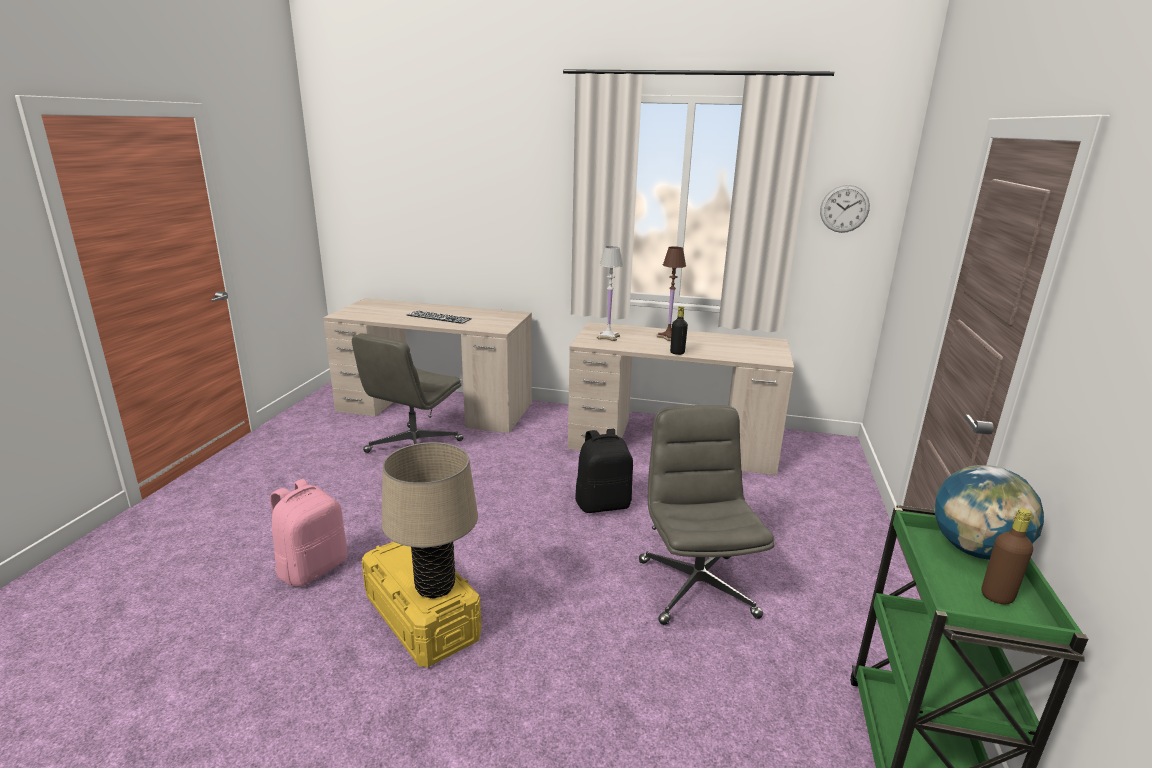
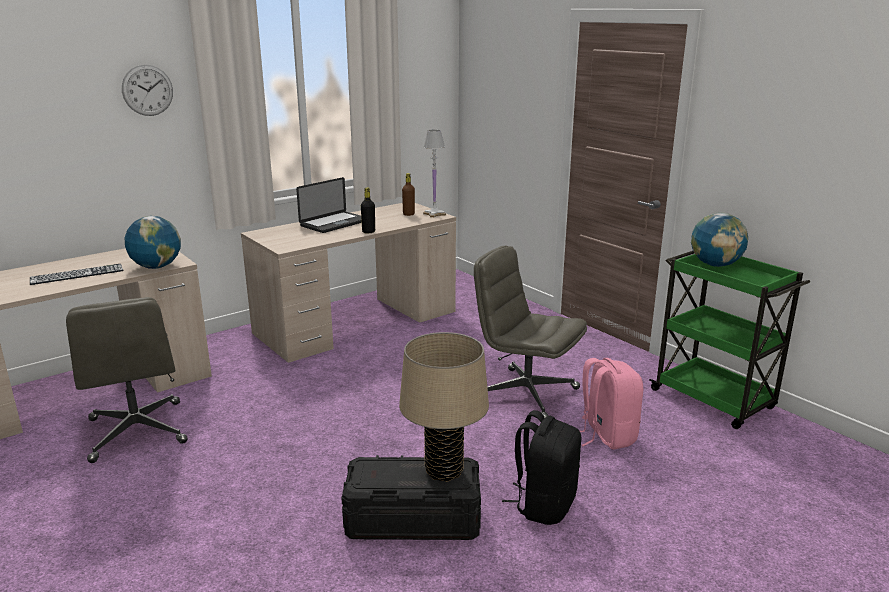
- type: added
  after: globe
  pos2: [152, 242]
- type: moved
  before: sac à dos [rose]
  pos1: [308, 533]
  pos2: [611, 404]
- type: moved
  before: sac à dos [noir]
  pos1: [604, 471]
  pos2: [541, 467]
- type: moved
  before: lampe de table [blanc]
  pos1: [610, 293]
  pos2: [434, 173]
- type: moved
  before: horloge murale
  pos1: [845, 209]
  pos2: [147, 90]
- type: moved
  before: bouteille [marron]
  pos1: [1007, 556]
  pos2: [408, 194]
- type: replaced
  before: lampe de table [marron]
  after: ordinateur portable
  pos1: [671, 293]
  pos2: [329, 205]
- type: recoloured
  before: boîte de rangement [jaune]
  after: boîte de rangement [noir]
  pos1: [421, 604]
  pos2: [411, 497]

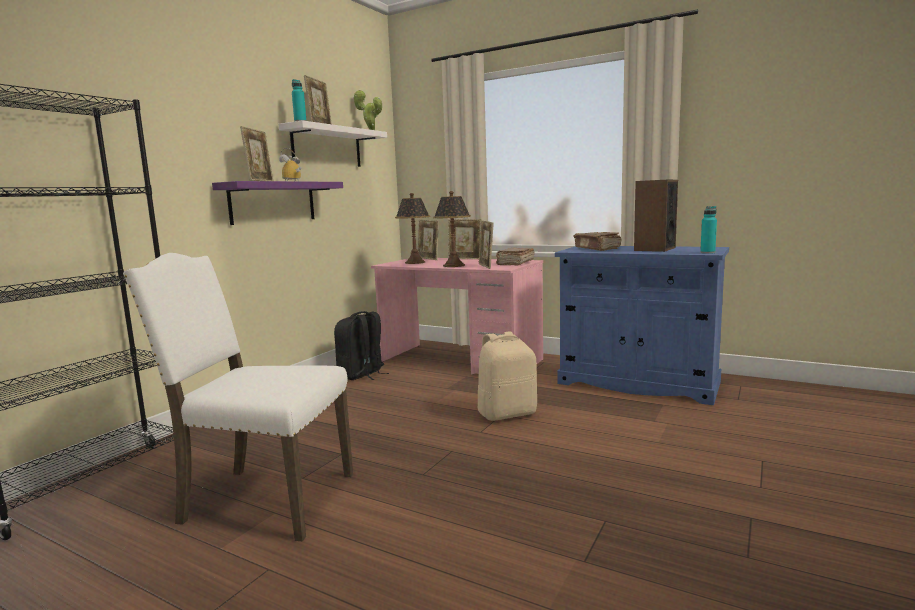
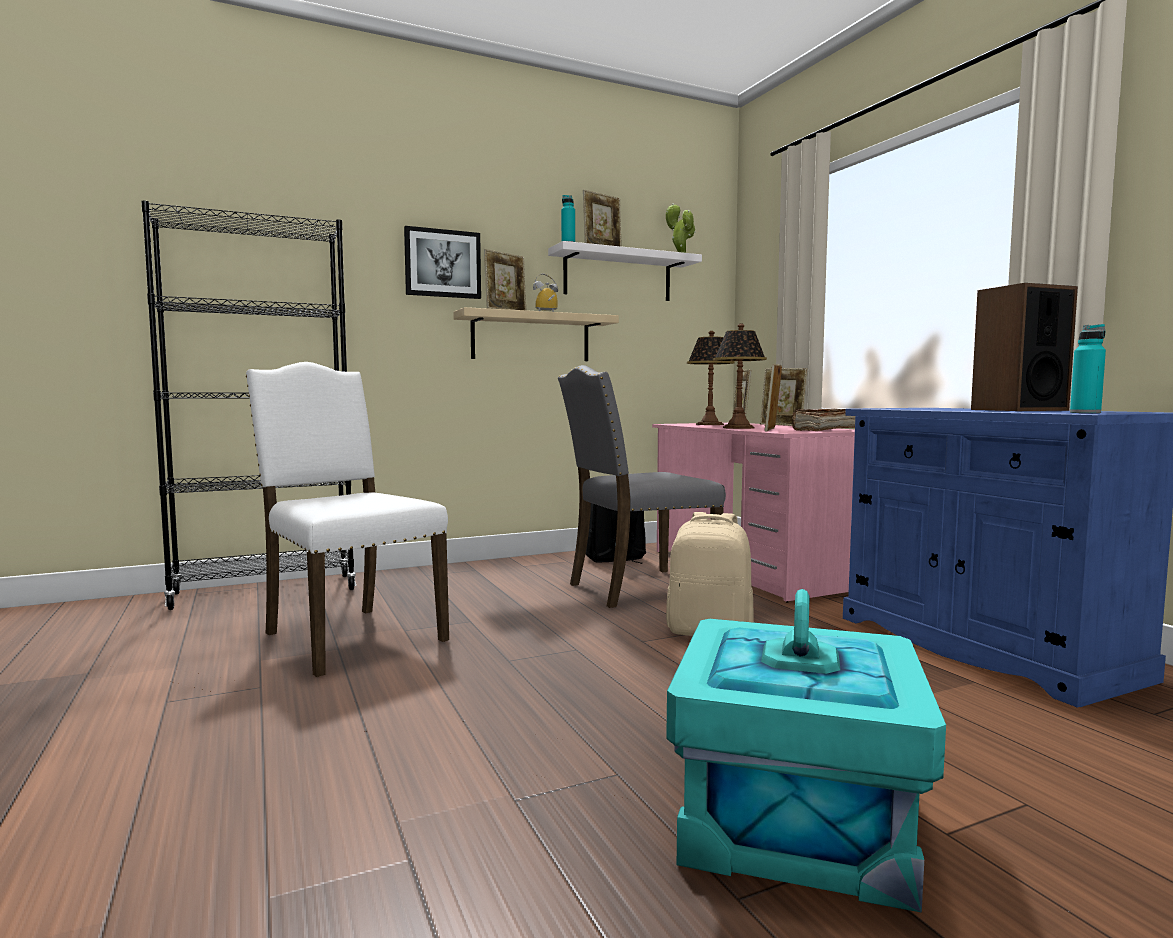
- type: removed
  before: livre [marron]
  pos1: [597, 241]
- type: added
  after: tableau
  pos2: [442, 262]
- type: added
  after: chaise [gris]
  pos2: [642, 486]
- type: added
  after: boîte de rangement [turquoise]
  pos2: [806, 751]
- type: recoloured
  before: étagère [violet]
  after: étagère [beige]
  pos1: [277, 203]
  pos2: [536, 334]

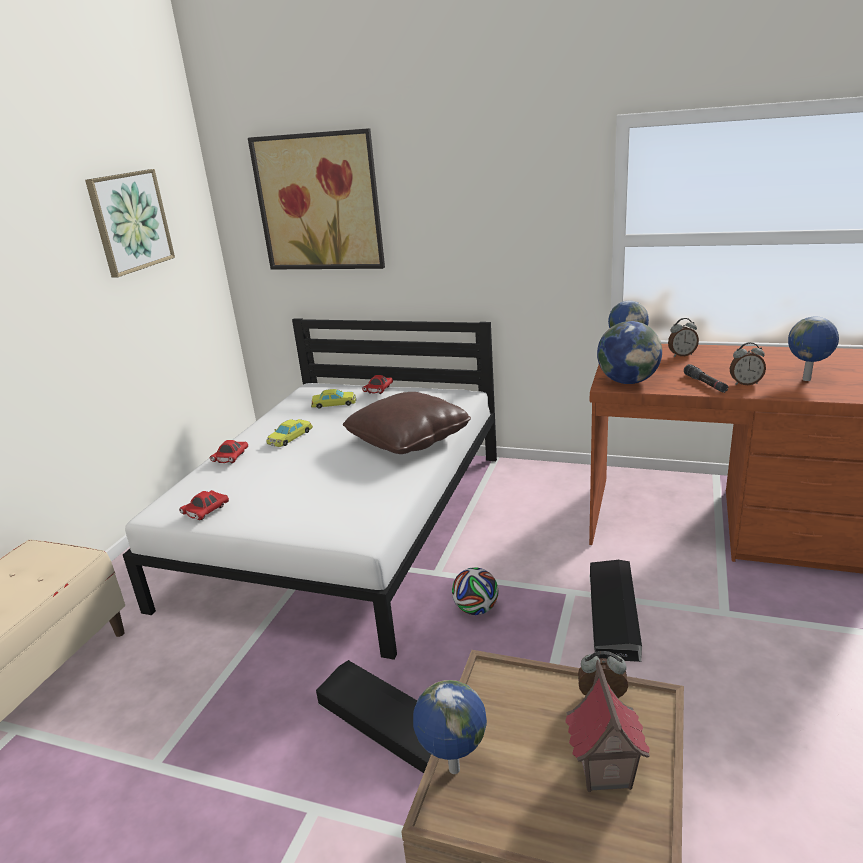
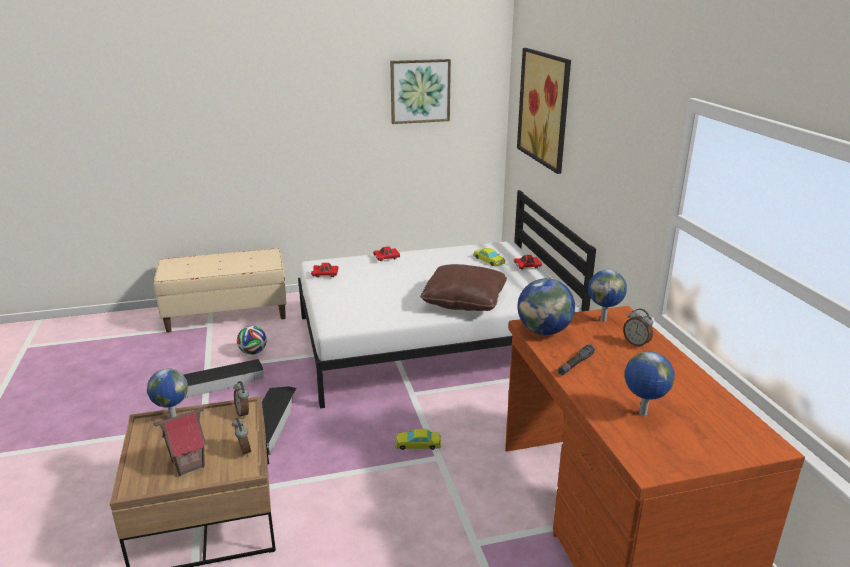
- type: moved
  before: petite voiture [jaune]
  pos1: [289, 433]
  pos2: [418, 439]
- type: moved
  before: ballon de foot
  pos1: [475, 591]
  pos2: [252, 340]
- type: moved
  before: boîte de rangement [noir]
  pos1: [615, 611]
  pos2: [224, 378]
- type: moved
  before: réveil
  pos1: [748, 363]
  pos2: [241, 400]

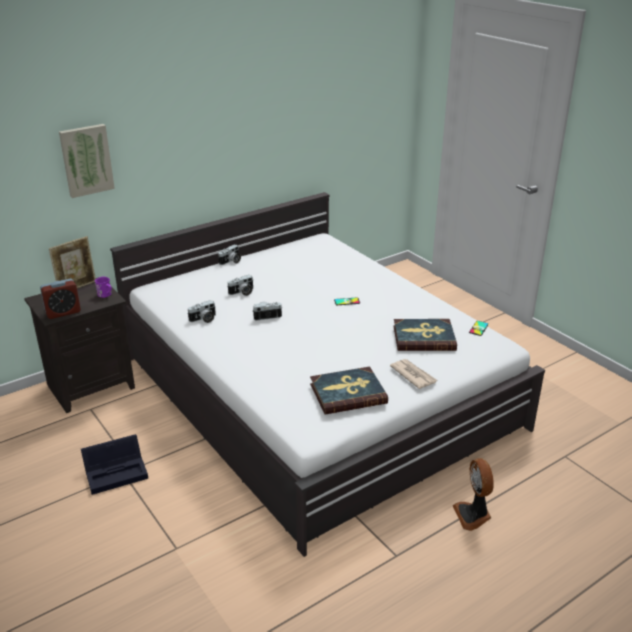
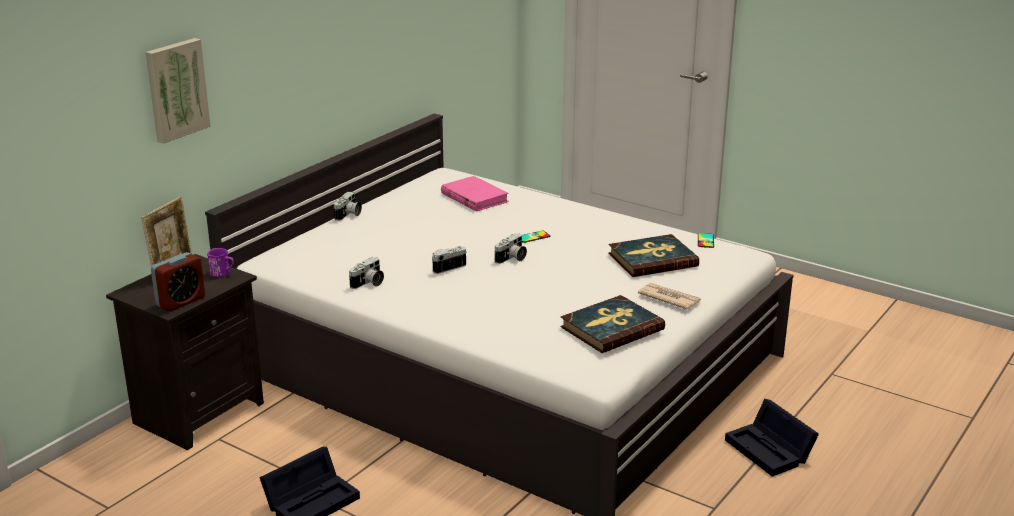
- type: added
  after: livre [rose]
  pos2: [475, 194]
- type: moved
  before: appareil photo
  pos1: [240, 285]
  pos2: [511, 248]
- type: replaced
  before: ventilateur
  after: boîte de rangement [noir]
  pos1: [473, 495]
  pos2: [772, 438]

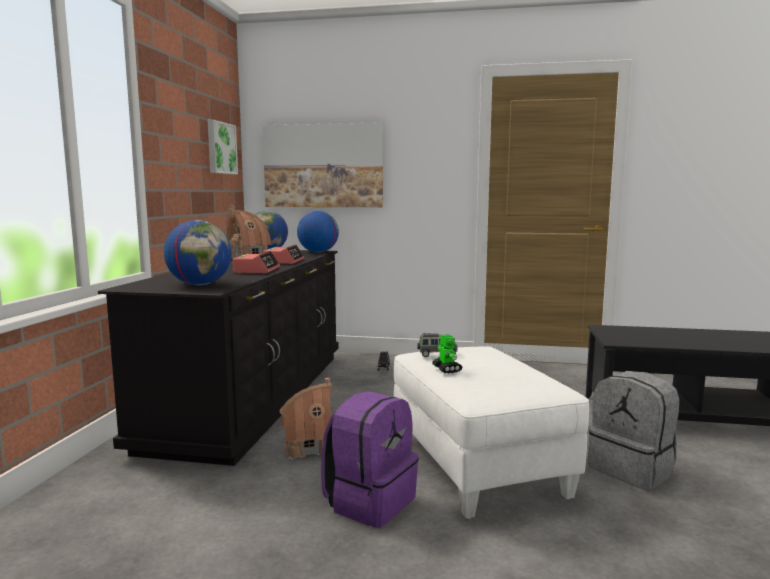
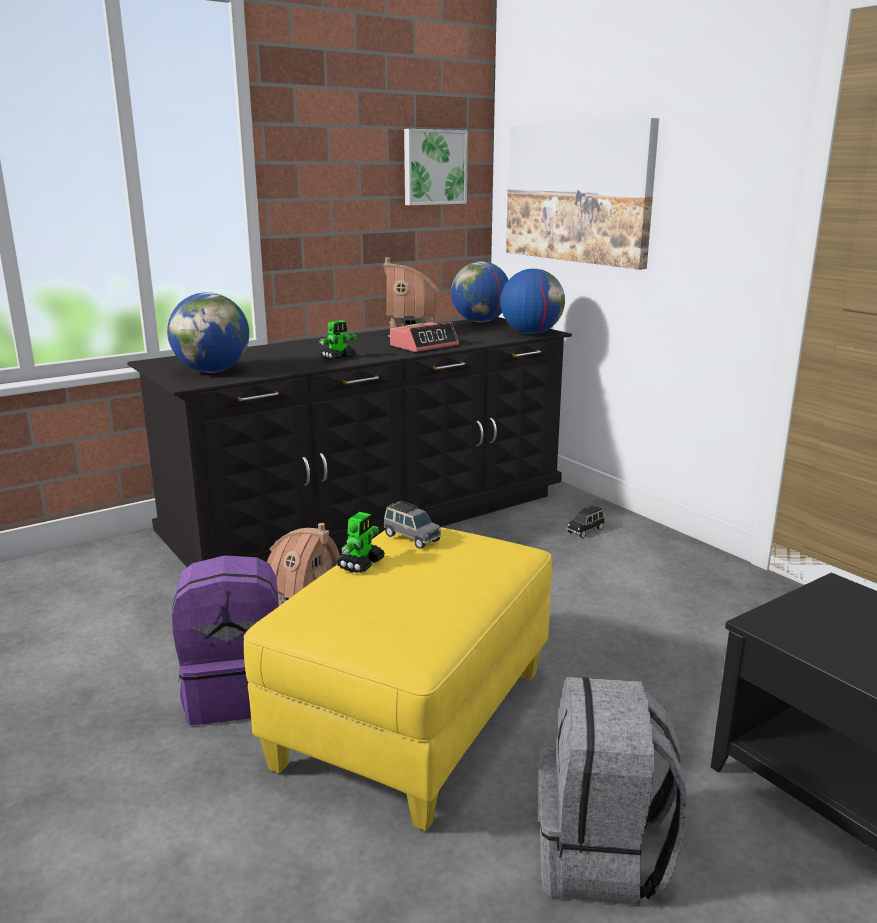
- type: replaced
  before: réveil
  after: robot jouet
  pos1: [256, 262]
  pos2: [338, 340]
- type: recoloured
  before: pouf [blanc]
  after: pouf [jaune]
  pos1: [491, 432]
  pos2: [398, 679]

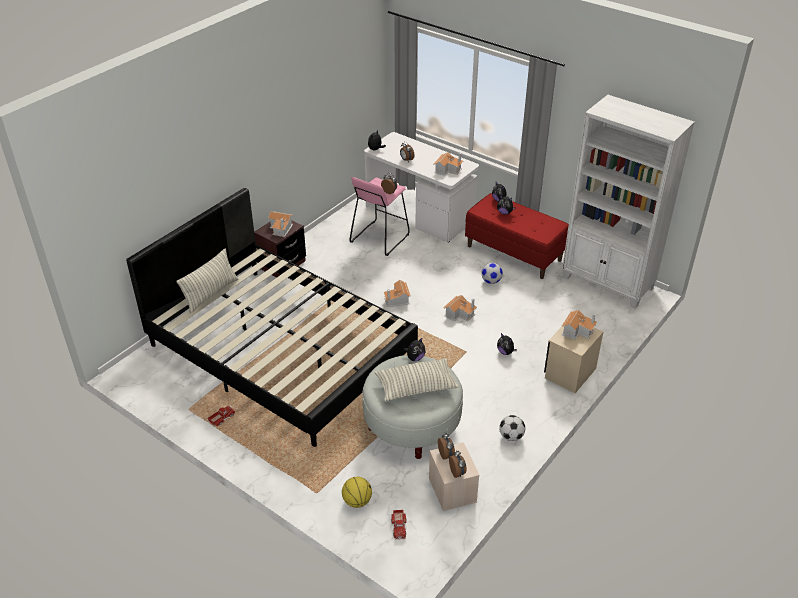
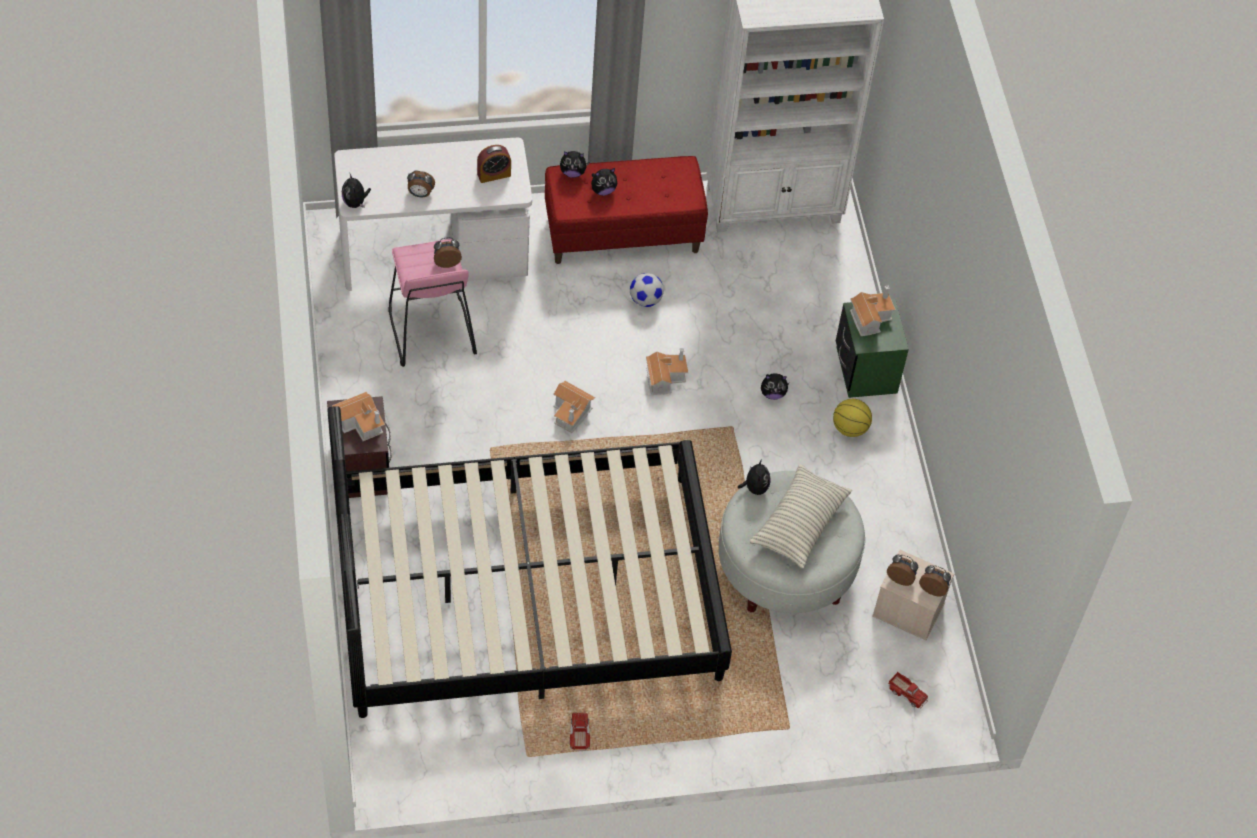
- type: removed
  before: coussin
  pos1: [207, 281]
- type: removed
  before: ballon de foot
  pos1: [512, 428]
- type: moved
  before: ballon de basket
  pos1: [357, 492]
  pos2: [852, 418]
- type: replaced
  before: maison miniature
  after: réveil
  pos1: [448, 164]
  pos2: [494, 164]
- type: recoloured
  before: table de chevet [beige]
  after: table de chevet [vert]
  pos1: [573, 359]
  pos2: [872, 348]

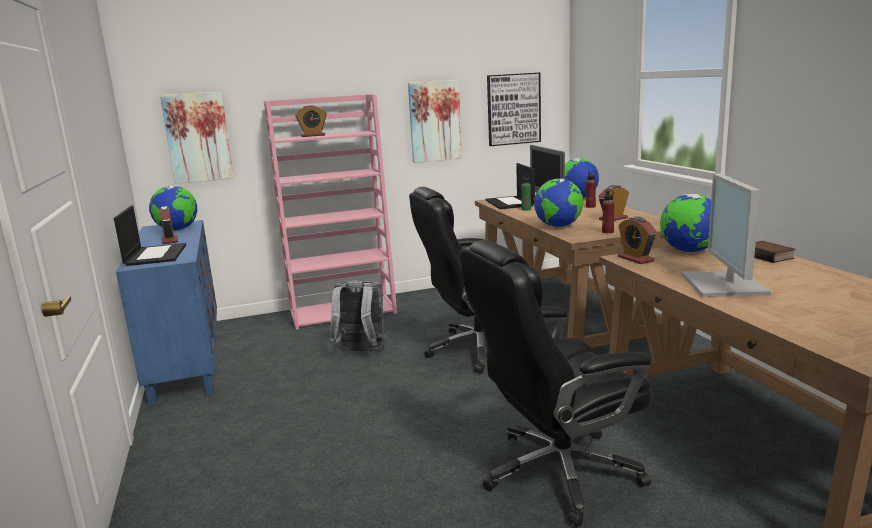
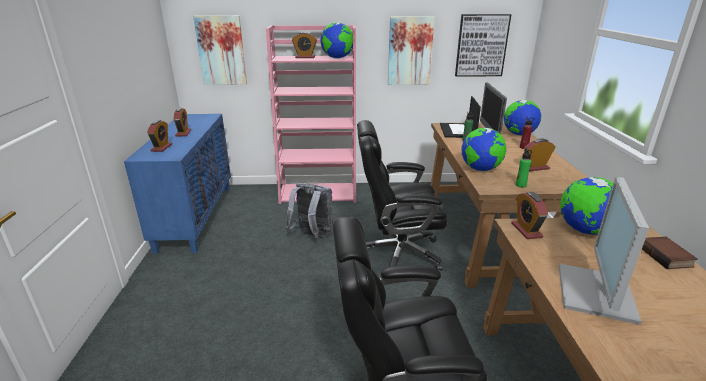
- type: moved
  before: globe
  pos1: [173, 208]
  pos2: [336, 40]
- type: replaced
  before: ordinateur portable
  after: réveil
  pos1: [150, 235]
  pos2: [159, 136]
- type: recoloured
  before: bouteille [rouge]
  after: bouteille [vert]
  pos1: [608, 211]
  pos2: [524, 168]

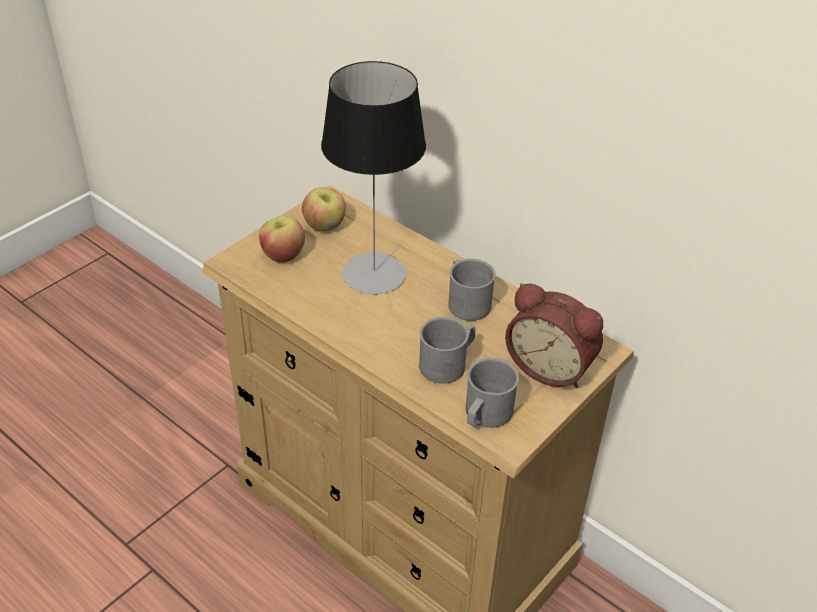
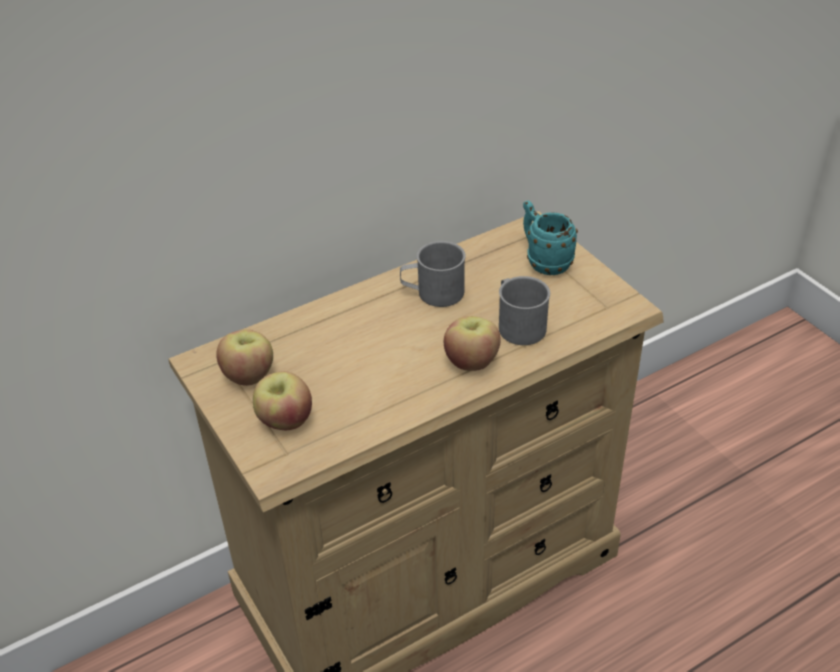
- type: removed
  before: lampe de table
  pos1: [373, 178]
- type: removed
  before: mug [gris]
  pos1: [492, 393]
- type: added
  after: pomme
  pos2: [472, 343]
- type: replaced
  before: réveil
  after: mug [turquoise]
  pos1: [554, 335]
  pos2: [550, 238]

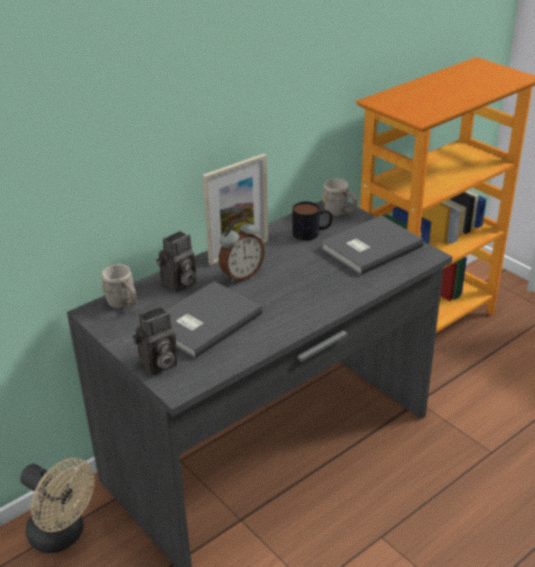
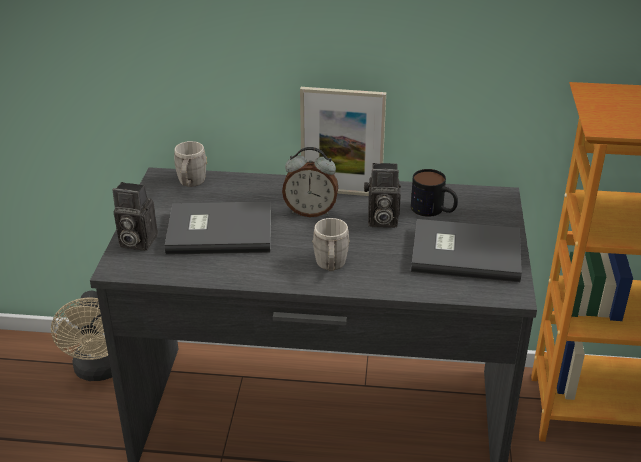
- type: moved
  before: appareil photo
  pos1: [176, 262]
  pos2: [382, 195]
- type: moved
  before: mug [gris]
  pos1: [340, 197]
  pos2: [331, 244]

